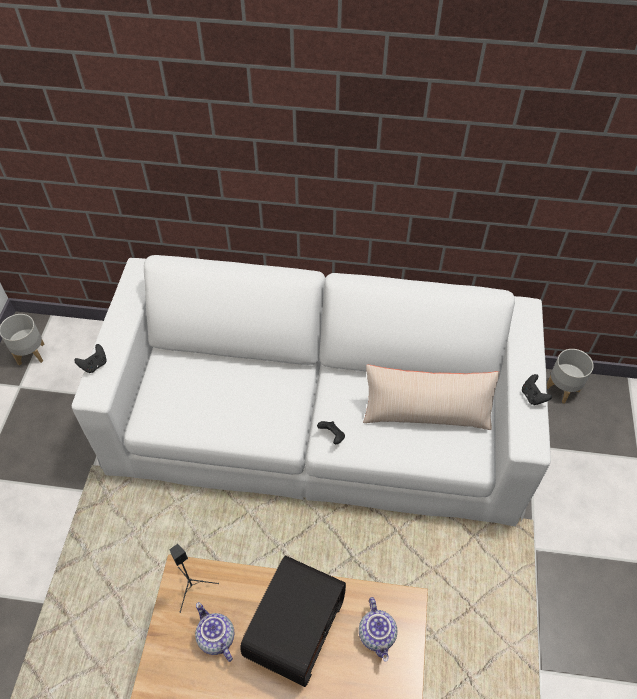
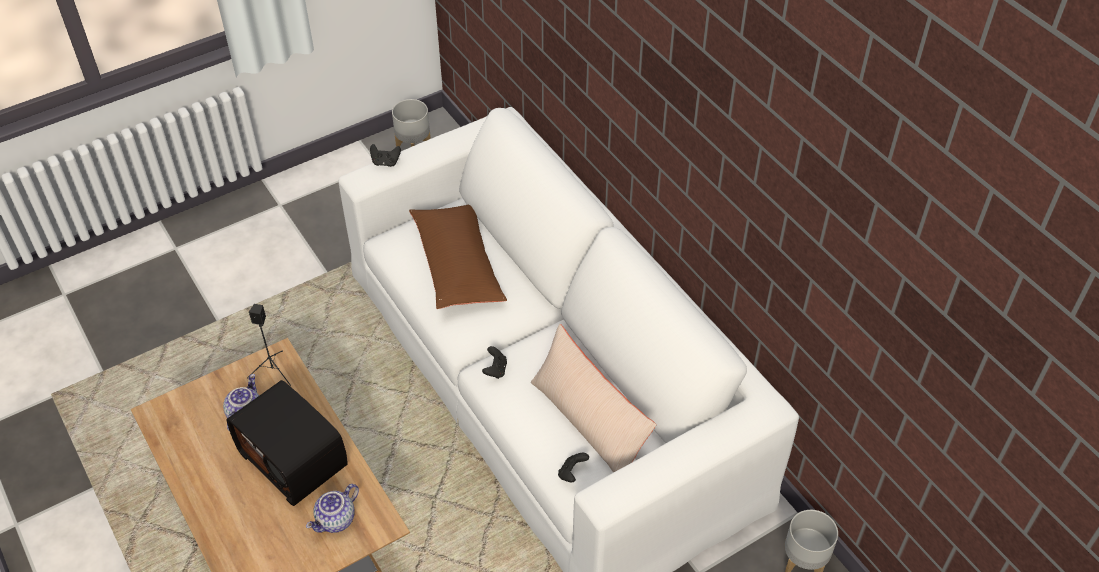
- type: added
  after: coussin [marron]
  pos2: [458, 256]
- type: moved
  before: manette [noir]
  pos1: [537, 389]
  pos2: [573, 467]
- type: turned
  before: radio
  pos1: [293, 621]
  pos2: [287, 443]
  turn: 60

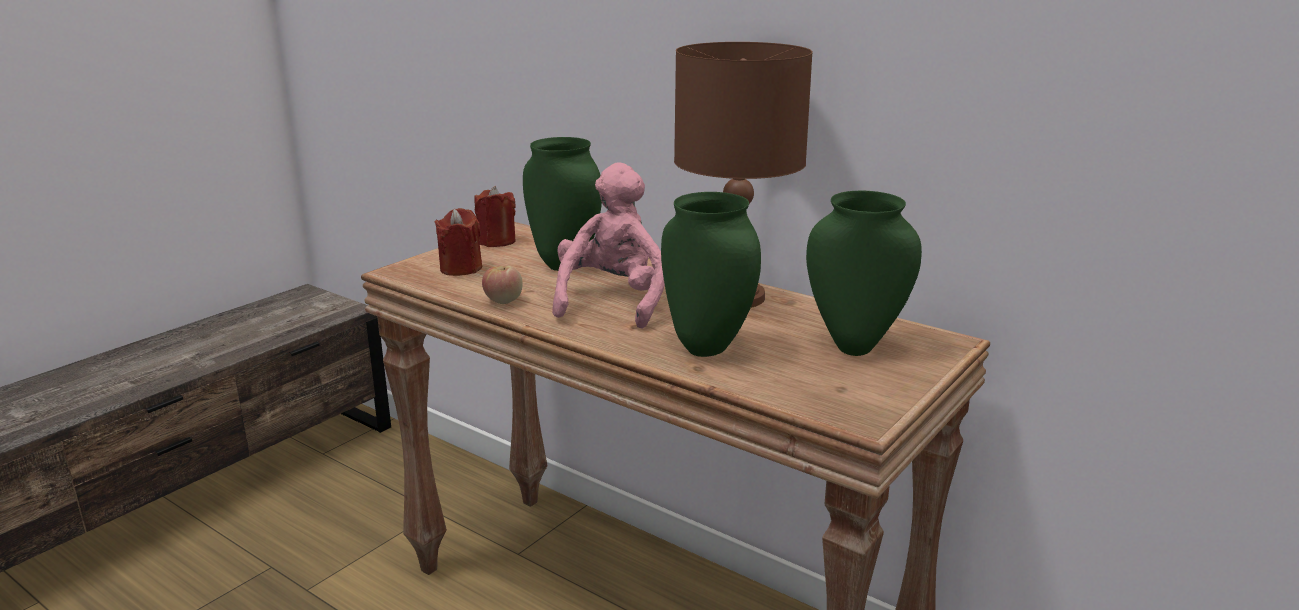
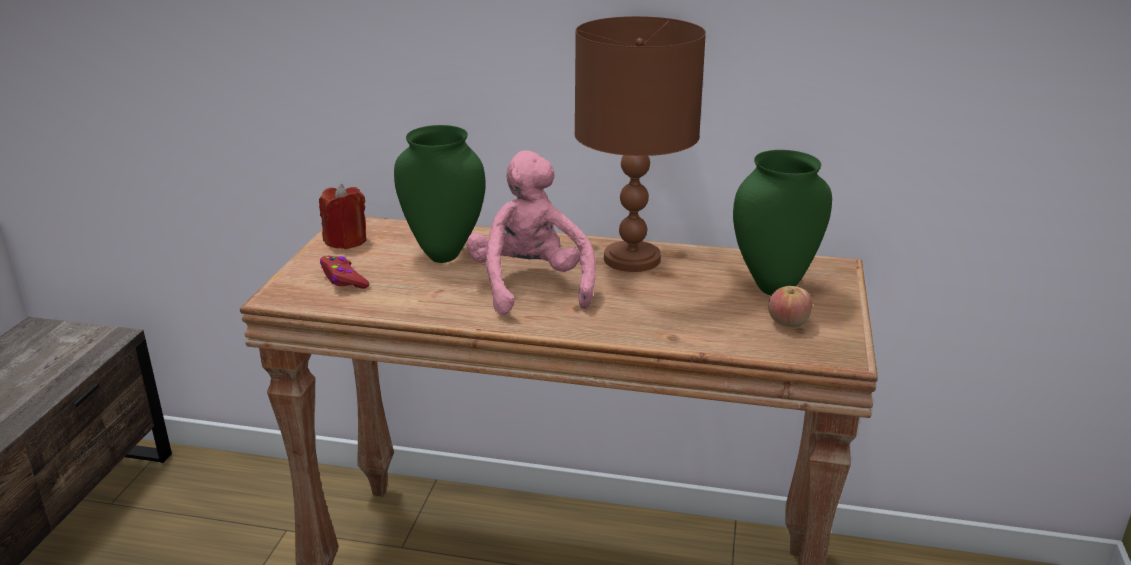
- type: removed
  before: vase [vert]
  pos1: [711, 274]
- type: moved
  before: pomme
  pos1: [502, 285]
  pos2: [790, 306]
- type: replaced
  before: bougie [rouge]
  after: manette [rouge]
  pos1: [458, 242]
  pos2: [344, 272]

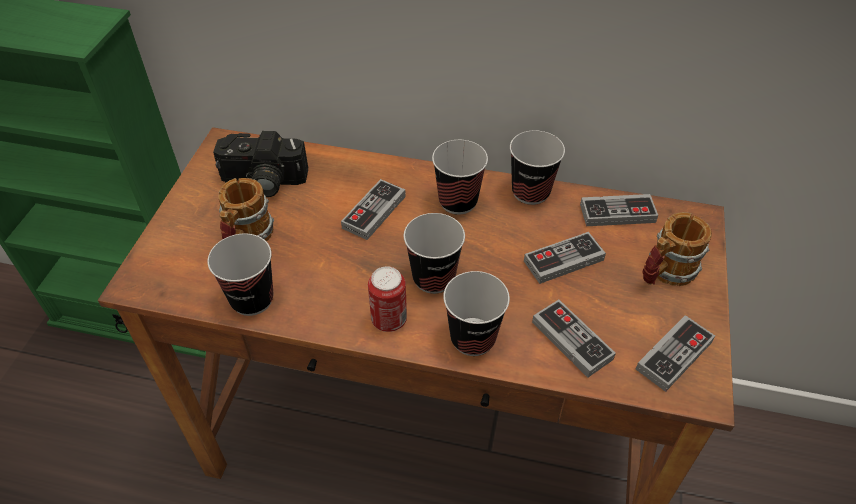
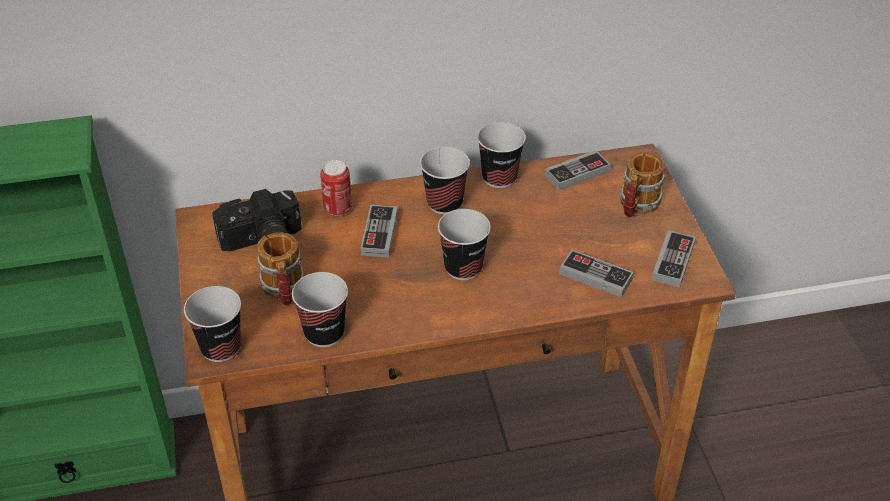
- type: removed
  before: manette
  pos1: [565, 258]
- type: moved
  before: boîte métallique
  pos1: [387, 299]
  pos2: [336, 188]
- type: moved
  before: tasse
  pos1: [476, 313]
  pos2: [212, 324]

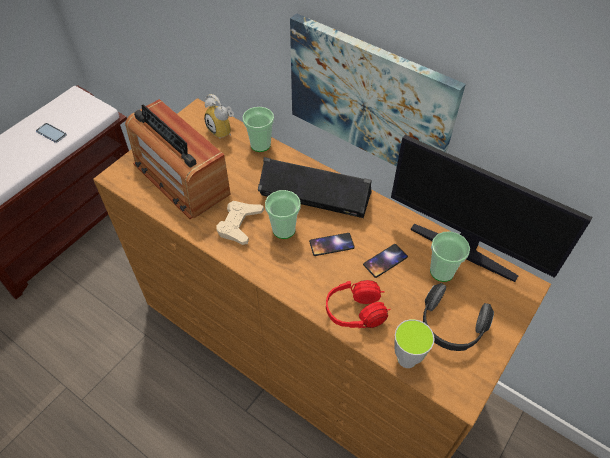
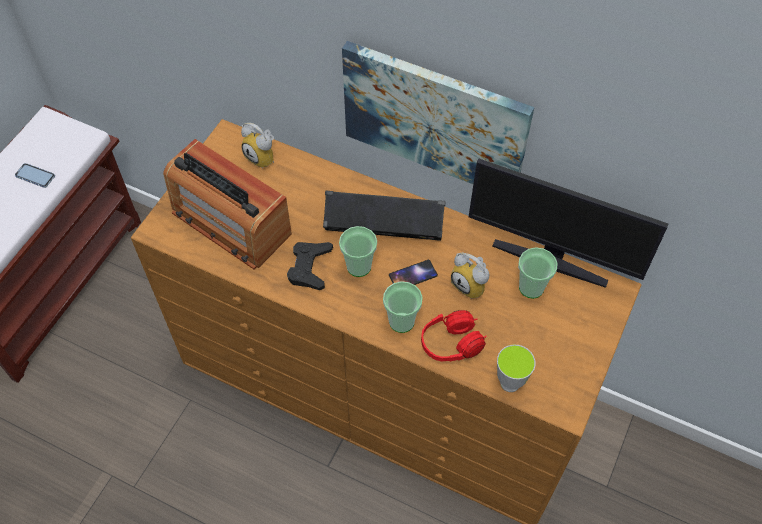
- type: removed
  before: casque audio
  pos1: [458, 317]
- type: moved
  before: tasse
  pos1: [258, 129]
  pos2: [403, 307]
- type: replaced
  before: téléphone
  after: réveil
  pos1: [385, 261]
  pos2: [470, 275]
- type: recoloured
  before: manette [beige]
  after: manette [noir]
  pos1: [240, 223]
  pos2: [310, 266]

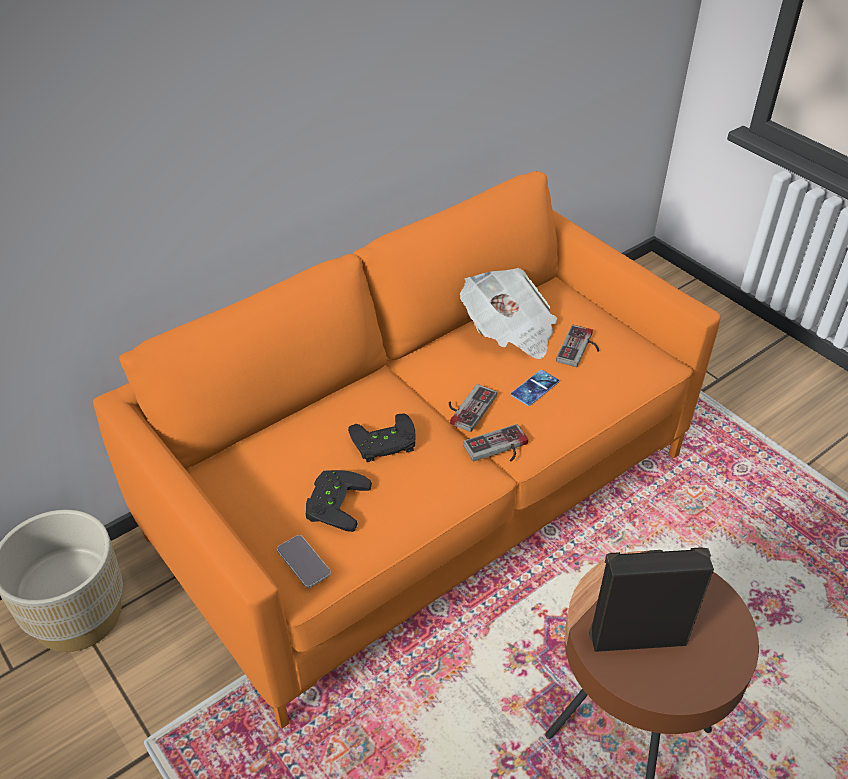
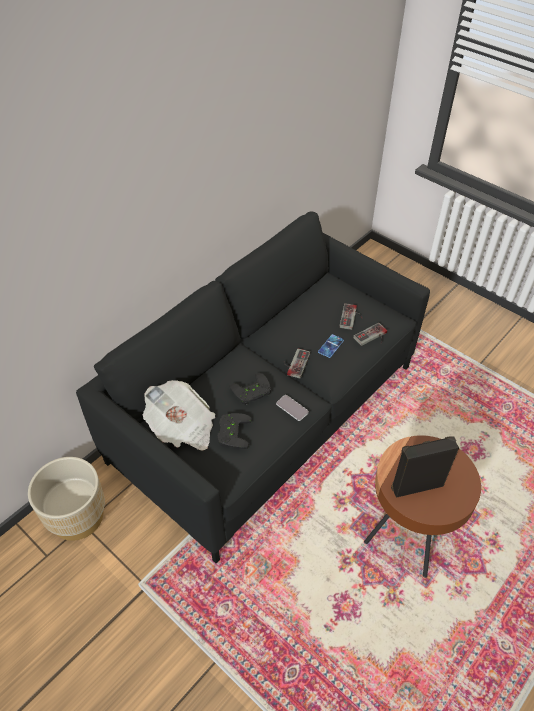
- type: moved
  before: téléphone
  pos1: [304, 561]
  pos2: [292, 408]
- type: moved
  before: journal
  pos1: [508, 313]
  pos2: [179, 415]
- type: moved
  before: manette
  pos1: [495, 442]
  pos2: [370, 334]
- type: recoloured
  before: canapé [orange]
  after: canapé [noir]
  pos1: [407, 450]
  pos2: [253, 388]

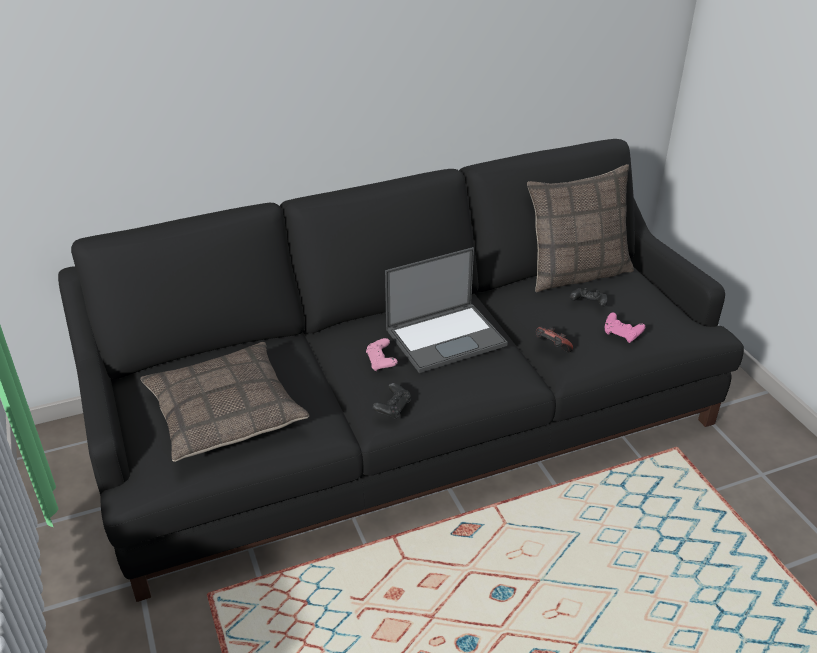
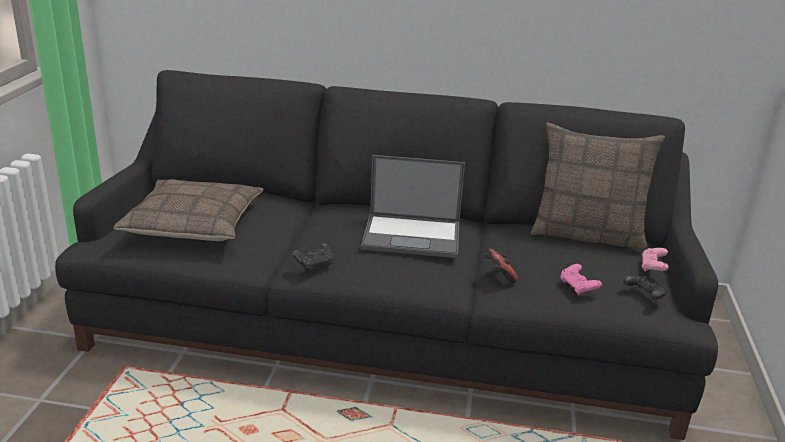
- type: moved
  before: manette [rose]
  pos1: [382, 354]
  pos2: [655, 260]
- type: moved
  before: manette [noir]
  pos1: [589, 297]
  pos2: [645, 287]

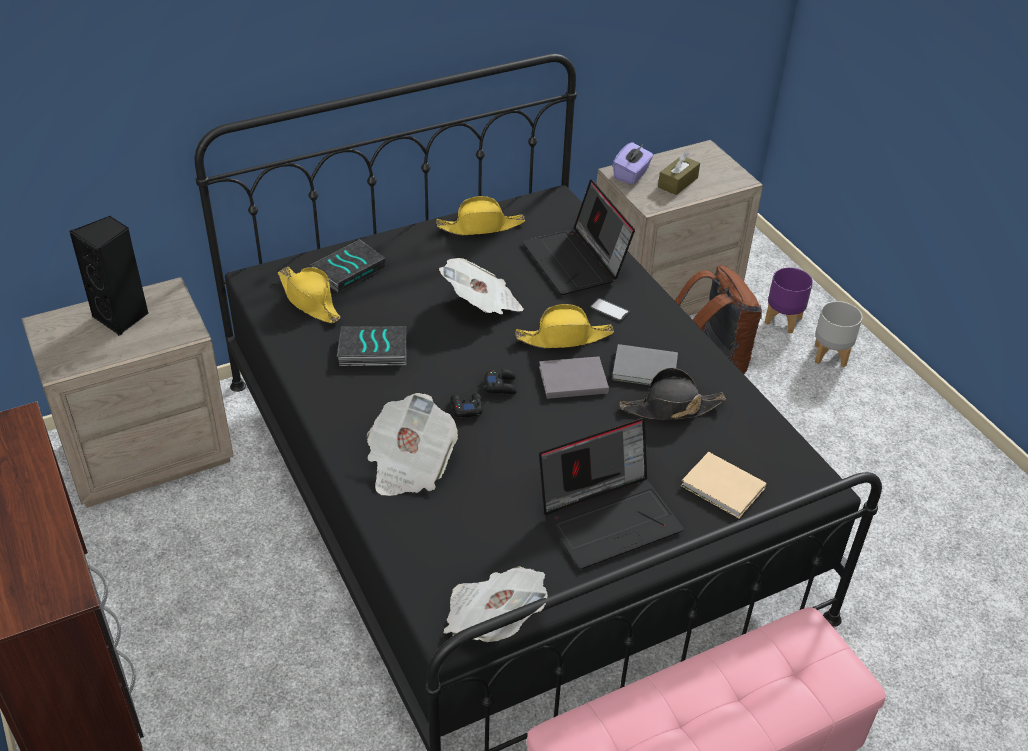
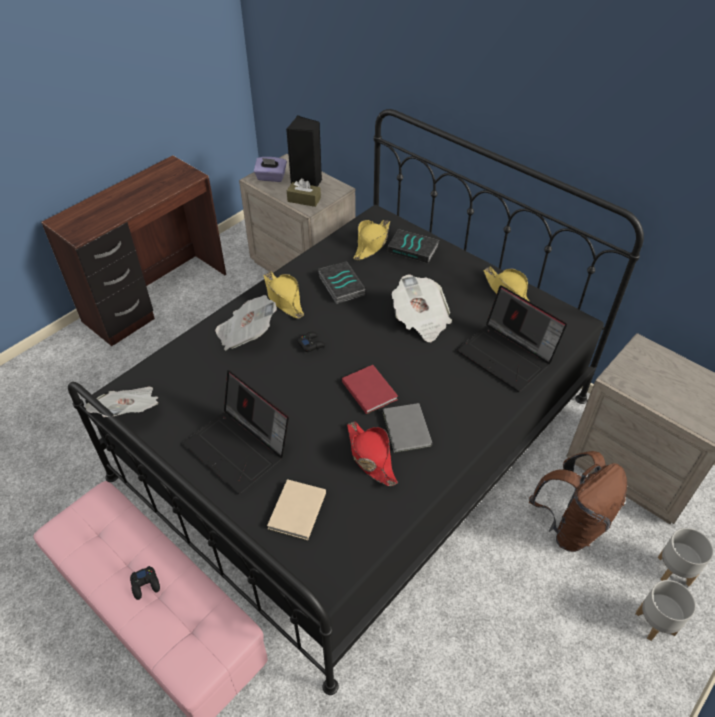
- type: removed
  before: téléphone
  pos1: [609, 309]
- type: moved
  before: manette [noir]
  pos1: [500, 381]
  pos2: [145, 583]
- type: moved
  before: chapeau [jaune]
  pos1: [564, 326]
  pos2: [283, 295]
- type: moved
  before: boîte à mouchoirs [violet]
  pos1: [633, 163]
  pos2: [270, 169]
- type: moved
  before: boîte à mouchoirs [marron]
  pos1: [679, 173]
  pos2: [304, 192]
- type: recoloured
  before: livre [gris]
  after: livre [rouge]
  pos1: [574, 377]
  pos2: [370, 389]
- type: recoloured
  before: chapeau [noir]
  after: chapeau [rouge]
  pos1: [672, 393]
  pos2: [372, 454]
- type: recoloured
  before: cache-pot [violet]
  after: cache-pot [gris]
  pos1: [789, 300]
  pos2: [685, 557]
- type: turned
  before: ordinateur portable
  pos1: [579, 237]
  pos2: [512, 338]
  turn: -90

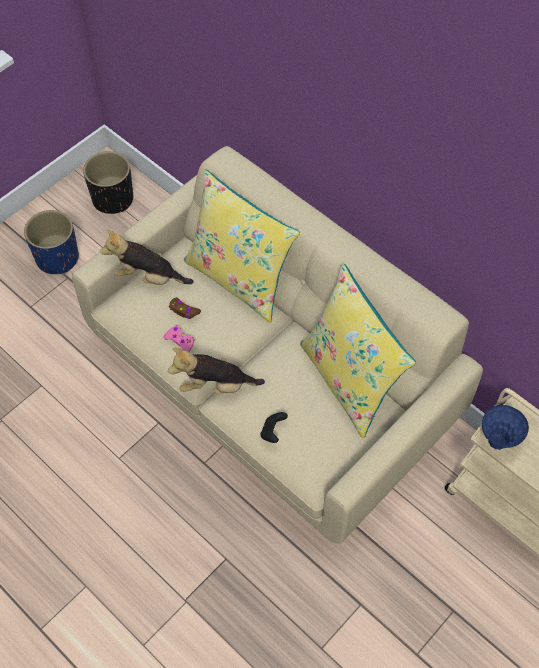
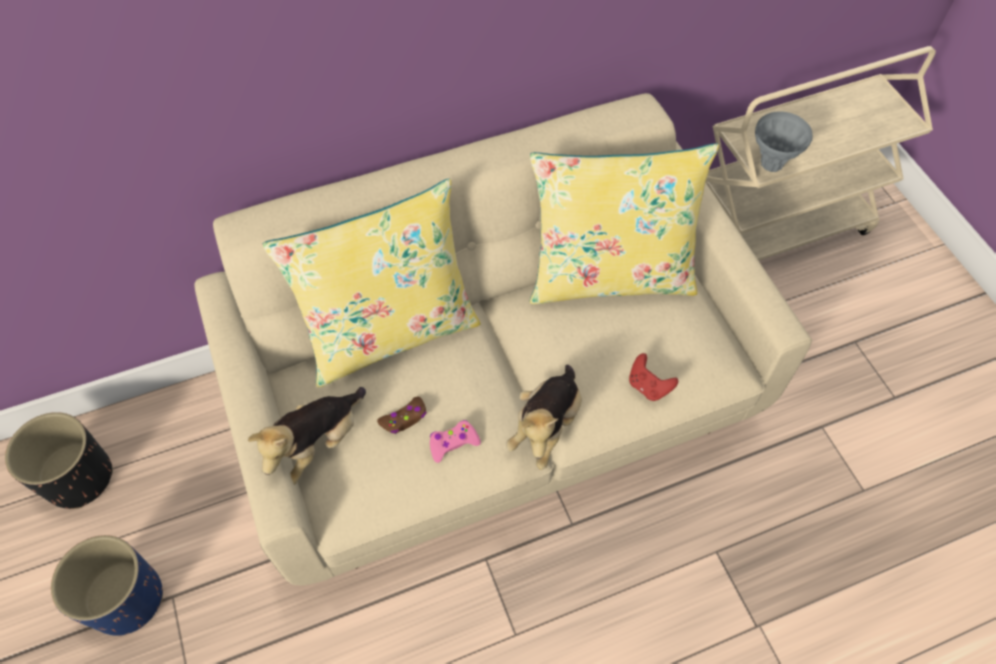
- type: recoloured
  before: manette [noir]
  after: manette [rouge]
  pos1: [274, 427]
  pos2: [653, 377]
- type: recoloured
  before: vase [bleu]
  after: vase [gris]
  pos1: [505, 427]
  pos2: [784, 141]

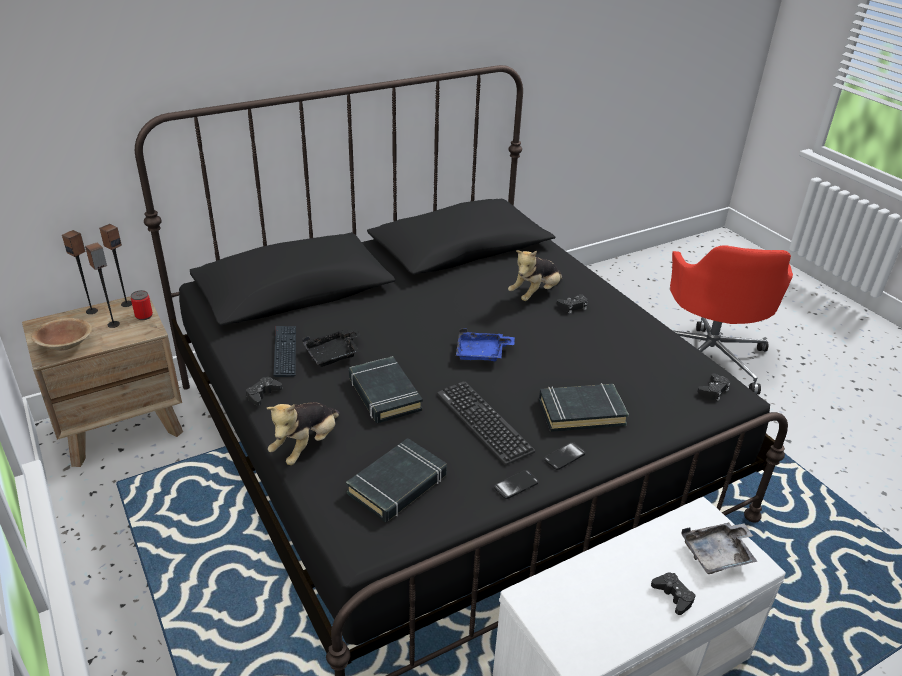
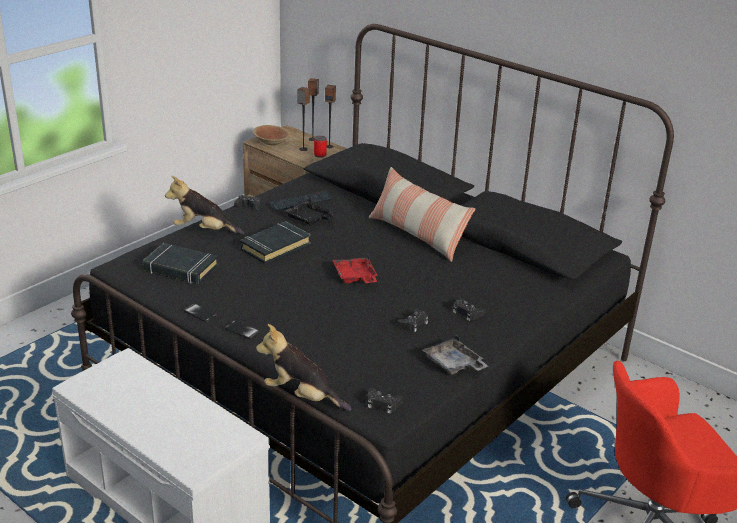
- type: removed
  before: clavier
  pos1: [486, 423]
- type: removed
  before: livre [noir]
  pos1: [584, 407]
- type: added
  after: coussin
  pos2: [422, 214]
- type: moved
  before: peluche
  pos1: [535, 276]
  pos2: [304, 367]
- type: moved
  before: manette [noir]
  pos1: [673, 594]
  pos2: [412, 320]
- type: moved
  before: plateau [gris]
  pos1: [719, 548]
  pos2: [455, 354]
- type: recoloured
  before: plateau [bleu]
  after: plateau [rouge]
  pos1: [485, 344]
  pos2: [355, 269]

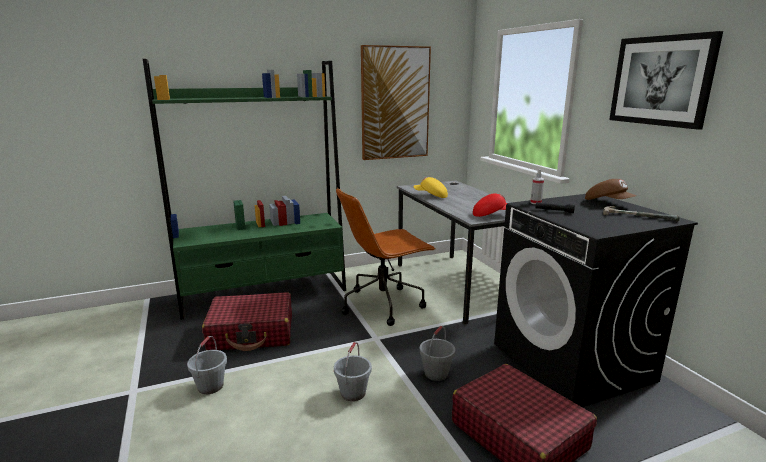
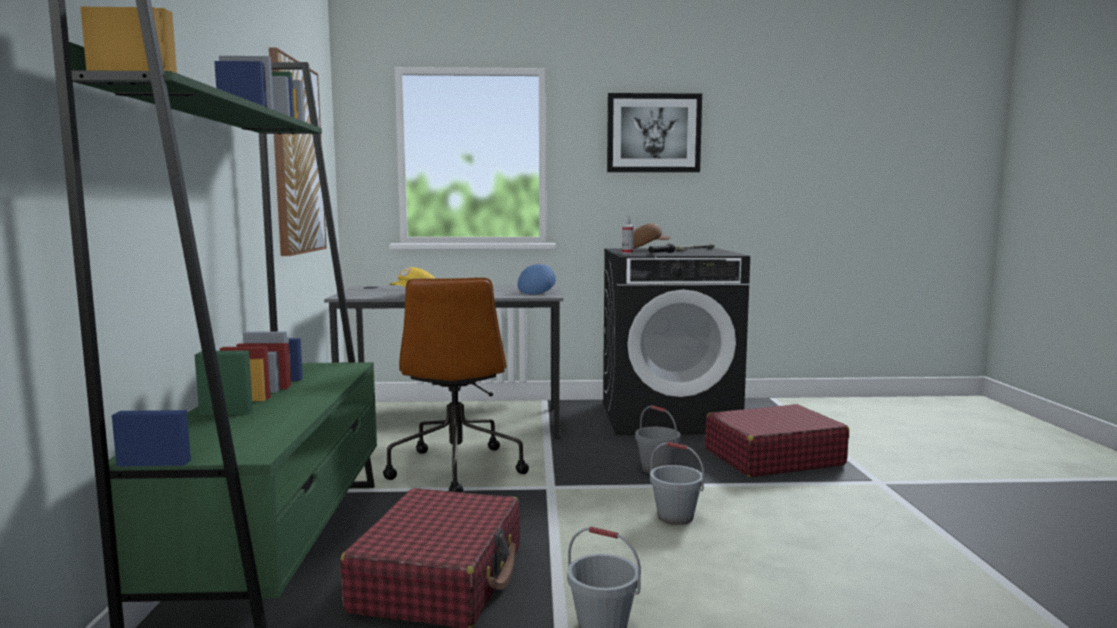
- type: recoloured
  before: casquette [rouge]
  after: casquette [bleu]
  pos1: [490, 205]
  pos2: [536, 279]

